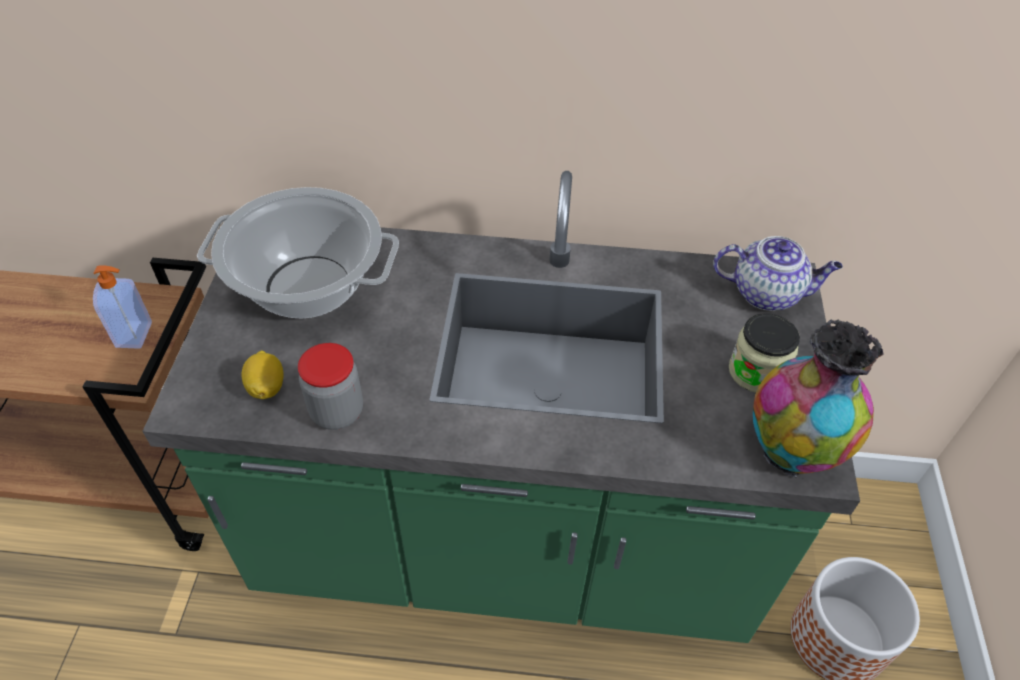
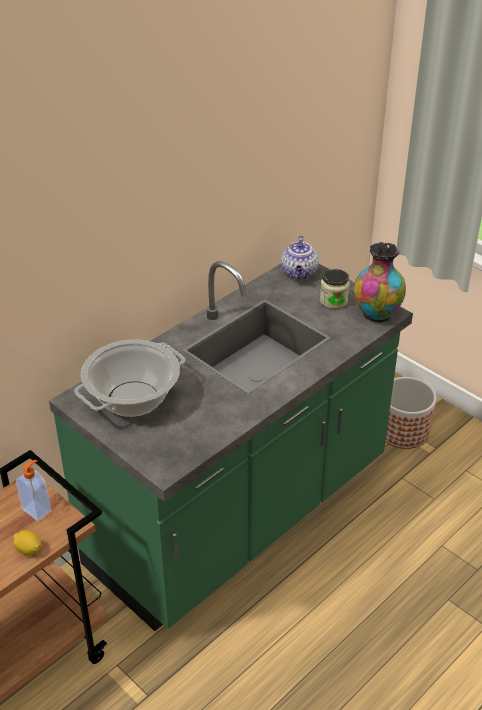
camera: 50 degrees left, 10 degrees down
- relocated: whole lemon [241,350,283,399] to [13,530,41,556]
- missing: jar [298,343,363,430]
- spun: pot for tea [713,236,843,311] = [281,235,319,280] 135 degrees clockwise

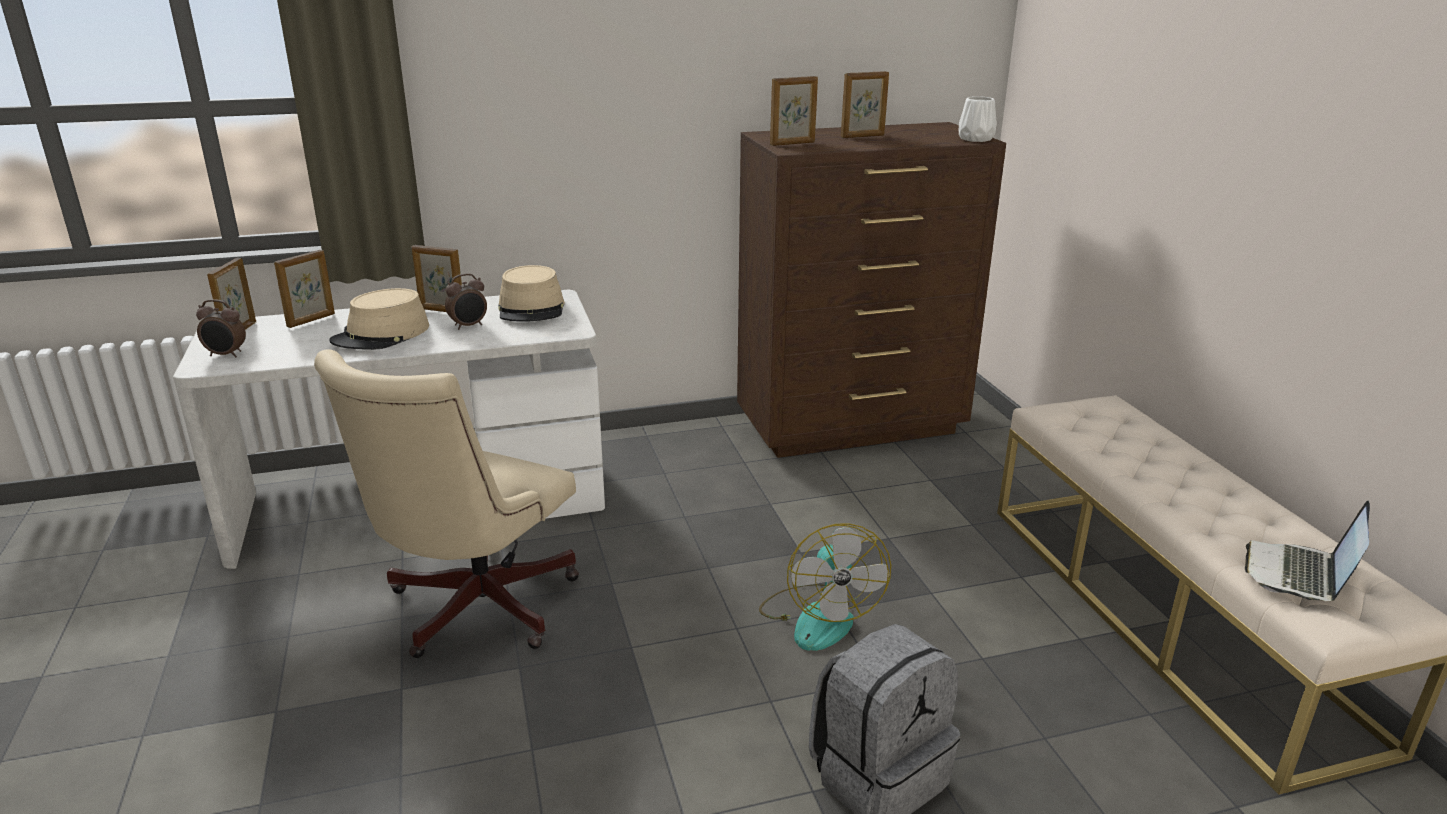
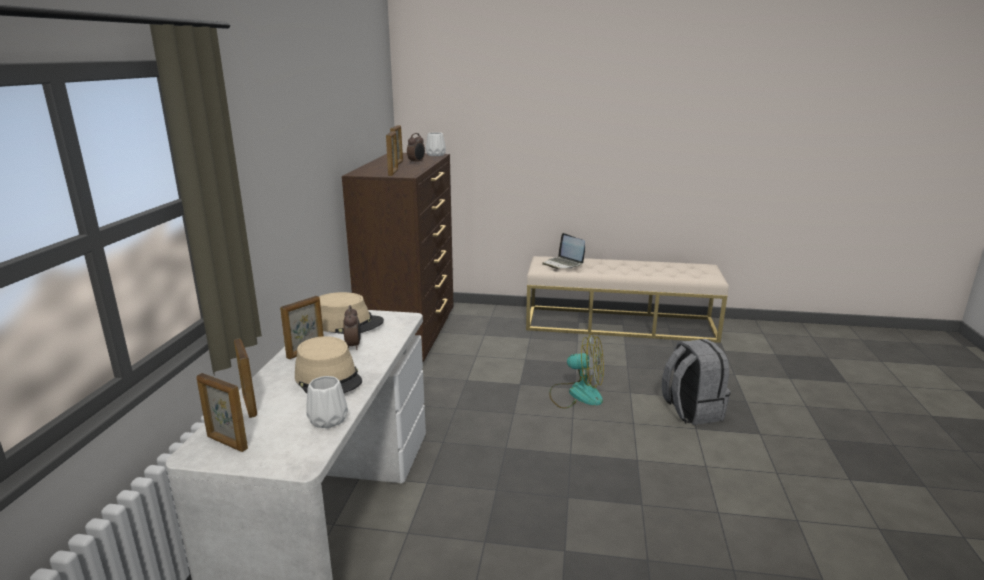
camera: 65 degrees left, 5 degrees down
- relocated: alarm clock [196,299,246,357] to [407,133,425,164]
- missing: sand-coloured office chair [314,349,579,658]
- relocated: notebook computer [1245,500,1370,601] to [542,233,585,269]
- appeared: white-coloured vase [306,376,348,428]

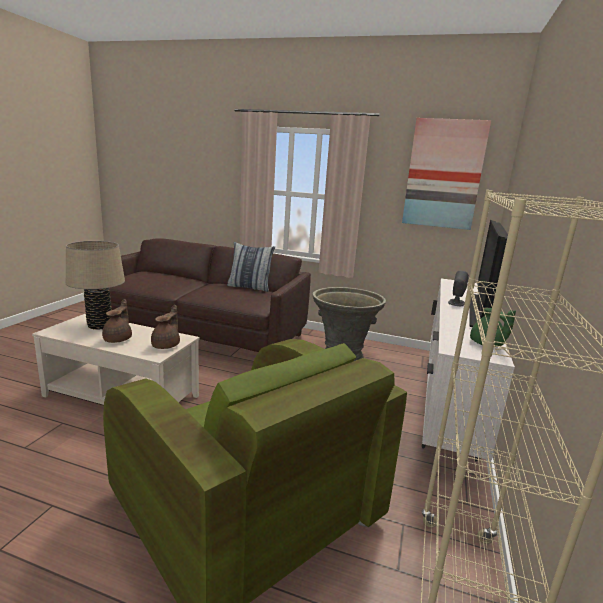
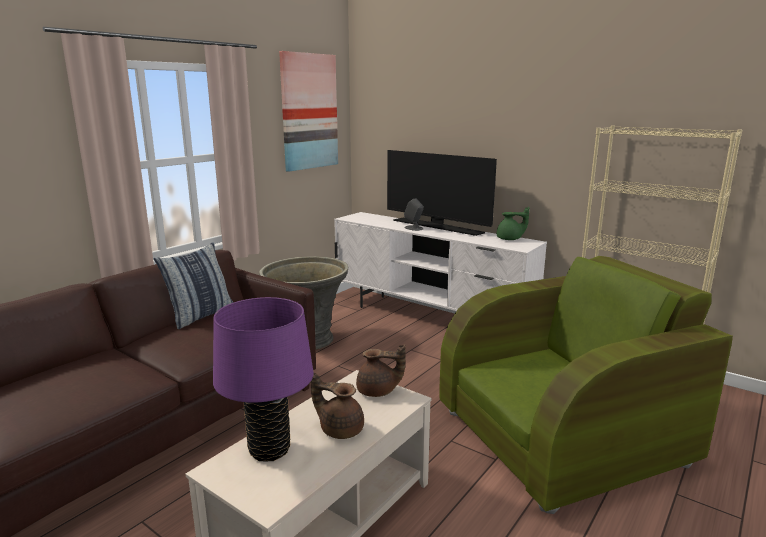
camera: 70 degrees left, 0 degrees up
- colour: sand-coloured lamp for a table [66,241,125,330] to purplish lamp for a table [213,297,314,462]
- spun: brownish pot for tea [151,305,180,349] = [356,344,406,397] 150 degrees clockwise

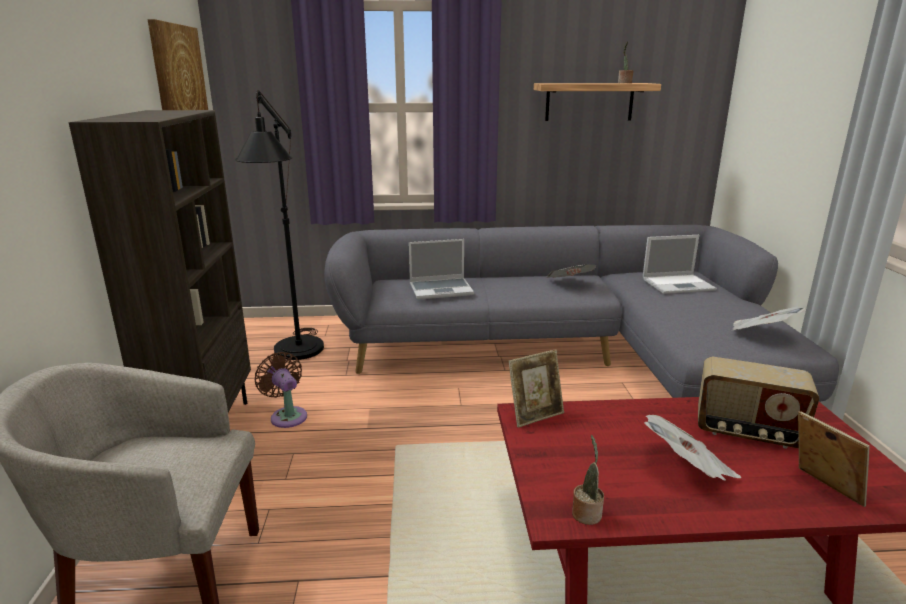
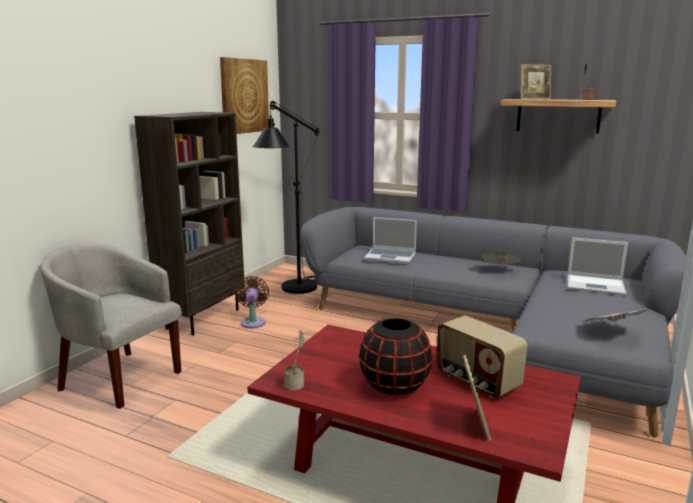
camera: 30 degrees right, 5 degrees down
- relocated: picture frame [508,349,564,428] to [521,64,551,99]
- exchanged: printed paper [644,415,741,481] to black vase [359,318,432,395]

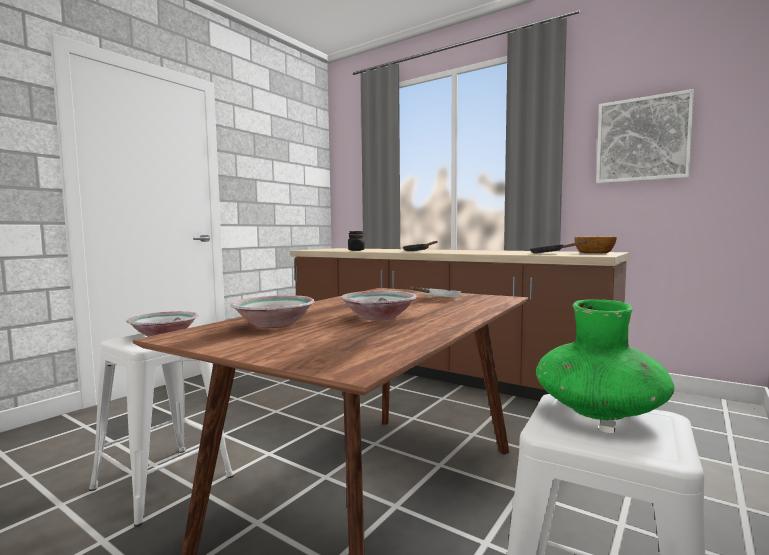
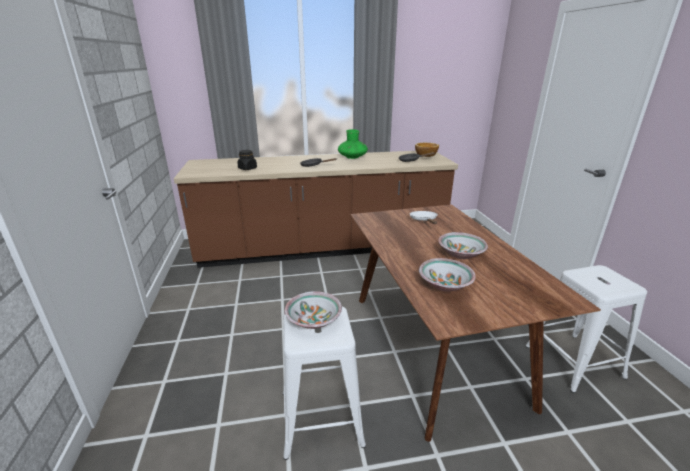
camera: 45 degrees left, 20 degrees up
- relocated: green-coloured vase [536,299,674,420] to [338,129,368,159]
- missing: wall art [596,89,694,184]

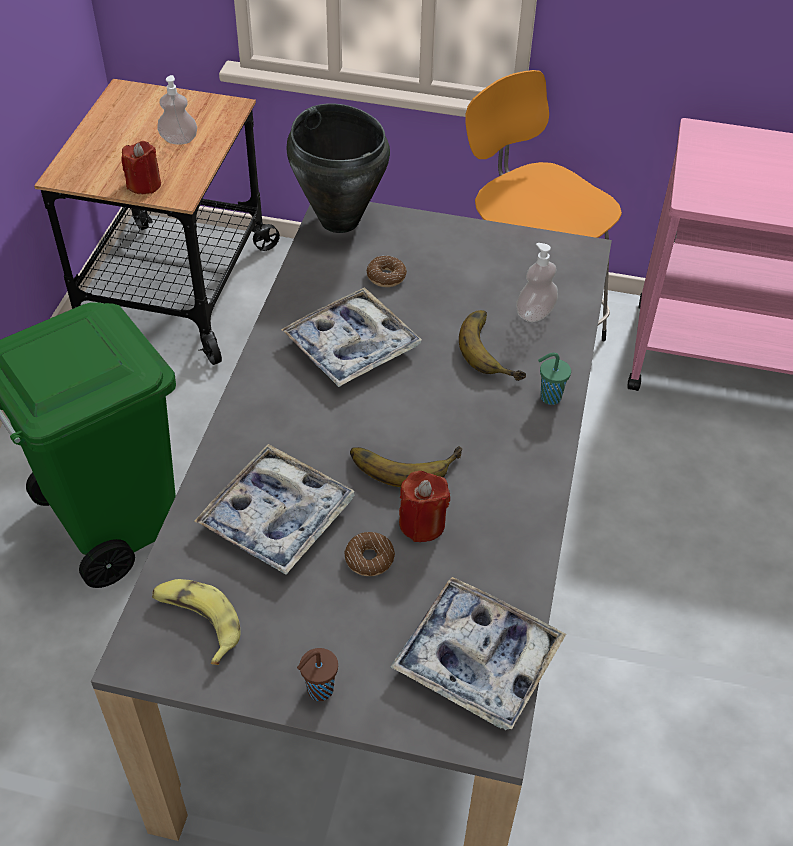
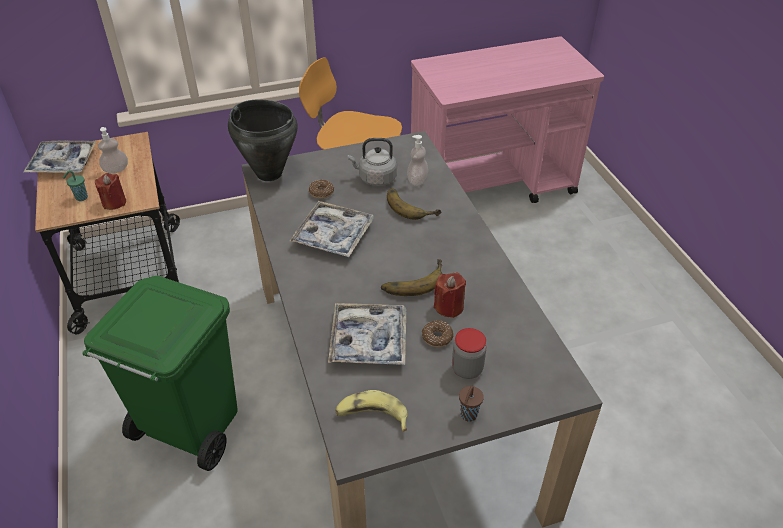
camera: 30 degrees left, 5 degrees down
- relocated: serving tray [391,577,566,730] to [23,141,97,173]
- relocated: green-coloured drinking cup [538,353,571,405] to [63,170,88,201]
- appeared: greyish tea kettle [348,138,397,186]
- appeared: jar [452,328,487,379]

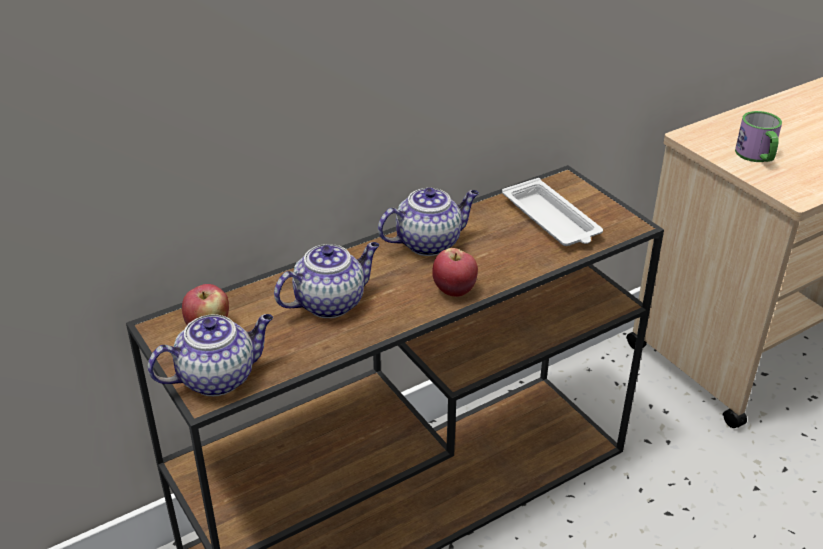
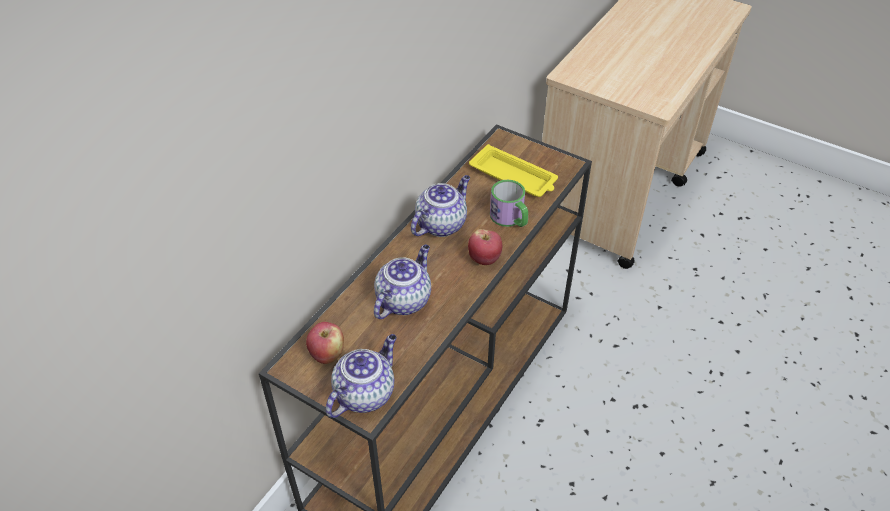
camera: 25 degrees left, 10 degrees up
- colour: white-coloured serving tray [502,178,603,246] to yellow serving tray [469,144,558,197]
- relocated: tea mug [735,111,782,162] to [490,180,528,227]

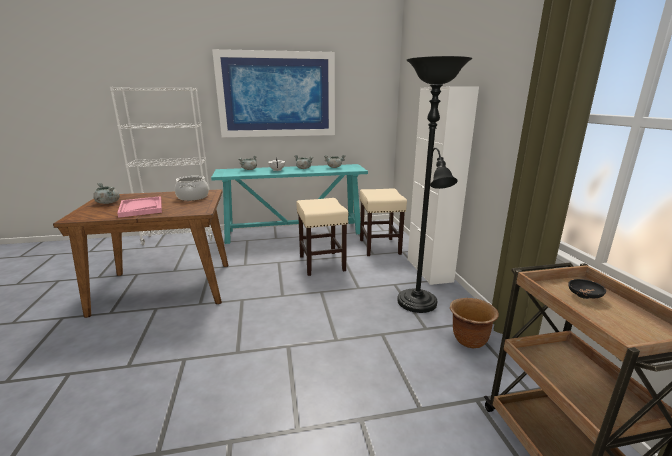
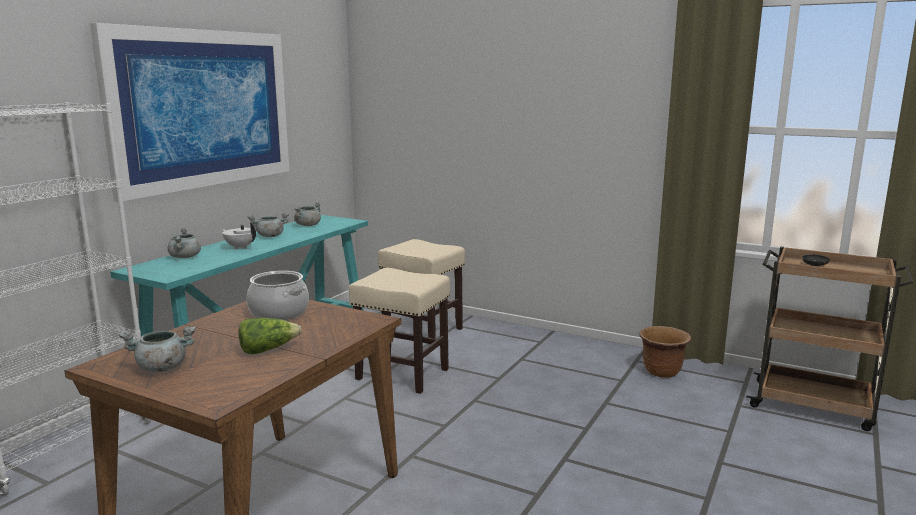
camera: 50 degrees left, 5 degrees down
- exchanged: pinkish serving tray [117,196,162,218] to head of lettuce [238,318,302,354]
- missing: black standard lamp [397,56,472,313]
- missing: white-coloured cabinet [408,86,479,285]

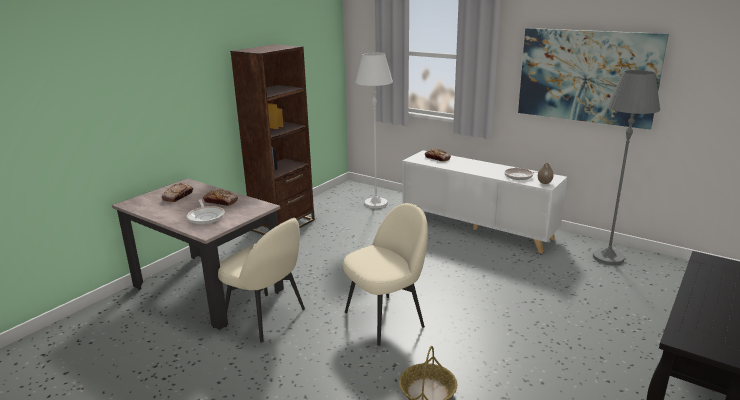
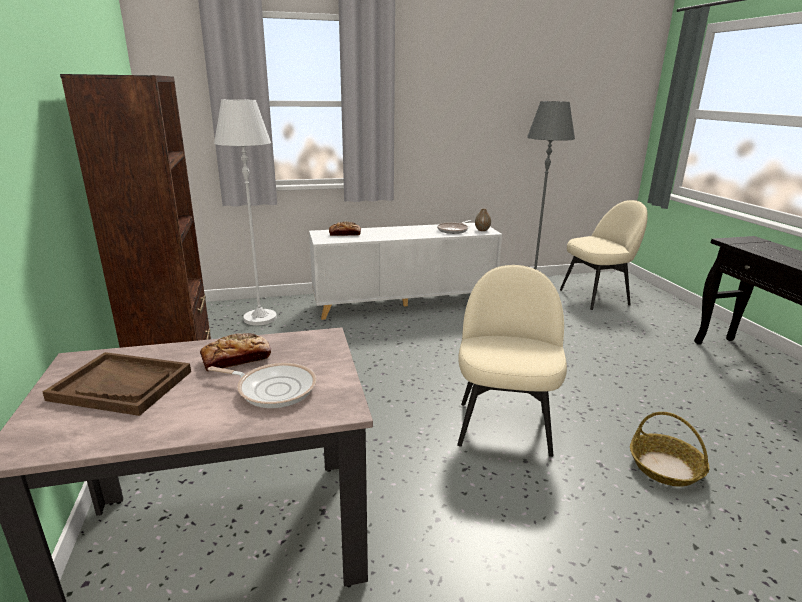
camera: 50 degrees left, 0 degrees up
- exchanged: bread [161,183,193,202] to brownish serving tray [43,352,191,416]
- relocated: sand-coloured plain chair [218,218,305,343] to [560,200,648,310]
- missing: wall art [518,28,669,130]

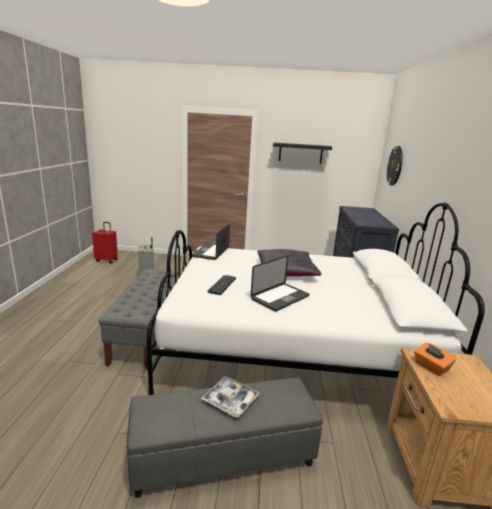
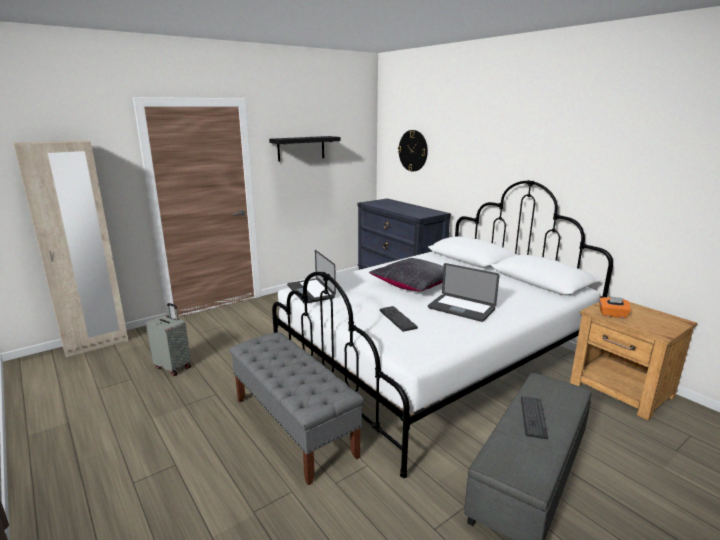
camera: 40 degrees left, 0 degrees up
- missing: red travel case [92,222,118,263]
- exchanged: serving tray [201,376,260,418] to keyboard [521,396,548,439]
- spun: notebook computer [250,255,309,312] = [428,263,500,322] 120 degrees clockwise
- appeared: sand-coloured armoire [13,140,128,357]

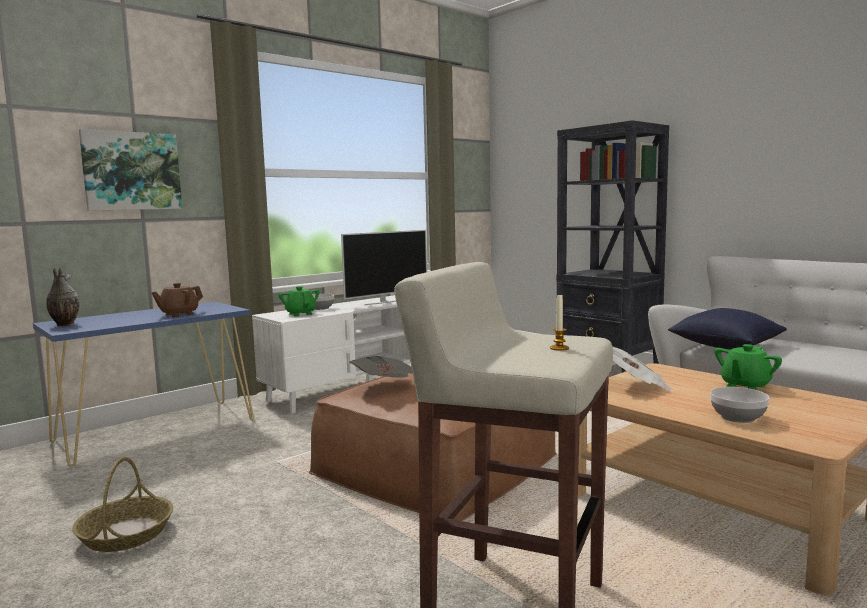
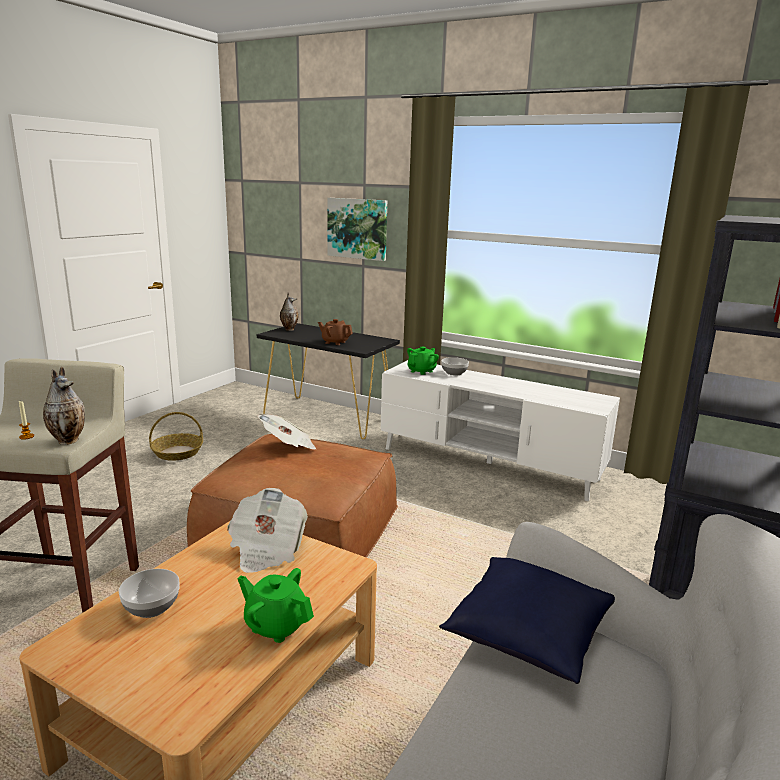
camera: 70 degrees right, 10 degrees up
- colour: blue-coloured hall table [33,302,254,466] to black hall table [257,323,400,439]
- missing: television [341,230,427,305]
- appeared: vase [43,367,85,445]

